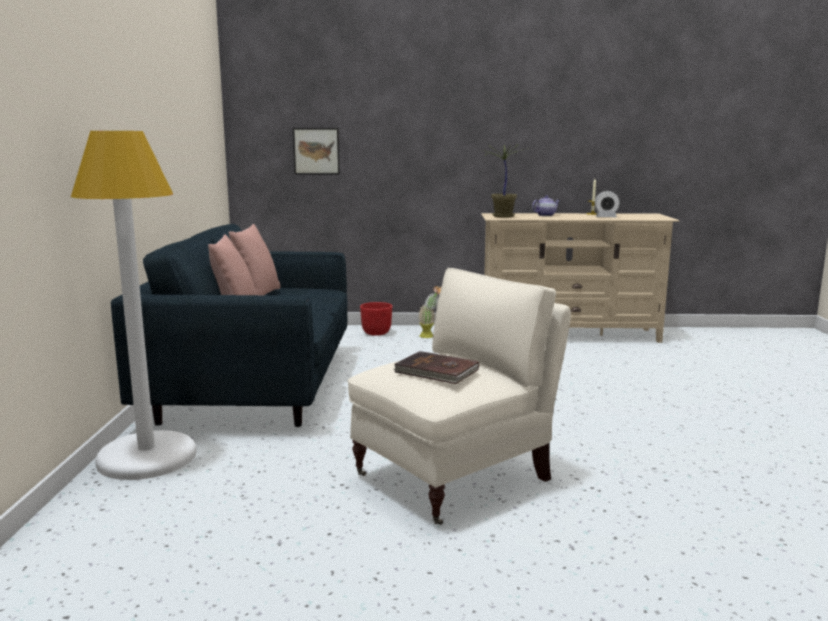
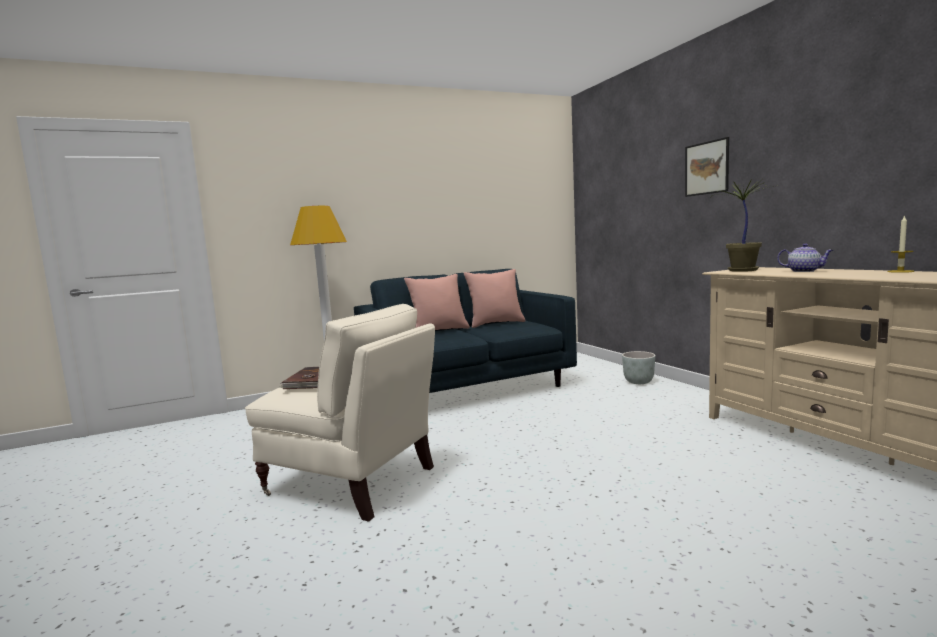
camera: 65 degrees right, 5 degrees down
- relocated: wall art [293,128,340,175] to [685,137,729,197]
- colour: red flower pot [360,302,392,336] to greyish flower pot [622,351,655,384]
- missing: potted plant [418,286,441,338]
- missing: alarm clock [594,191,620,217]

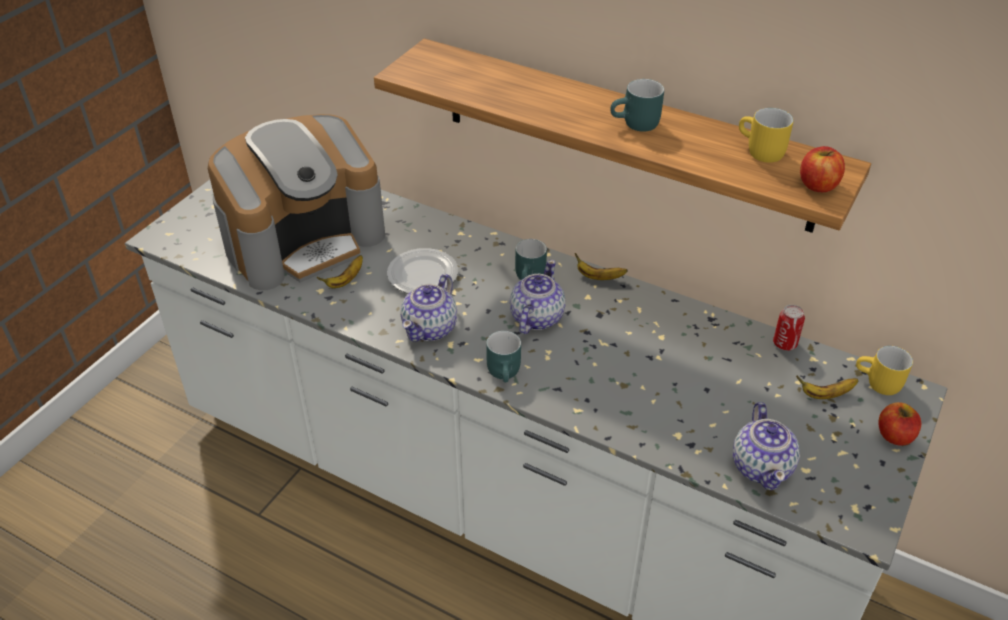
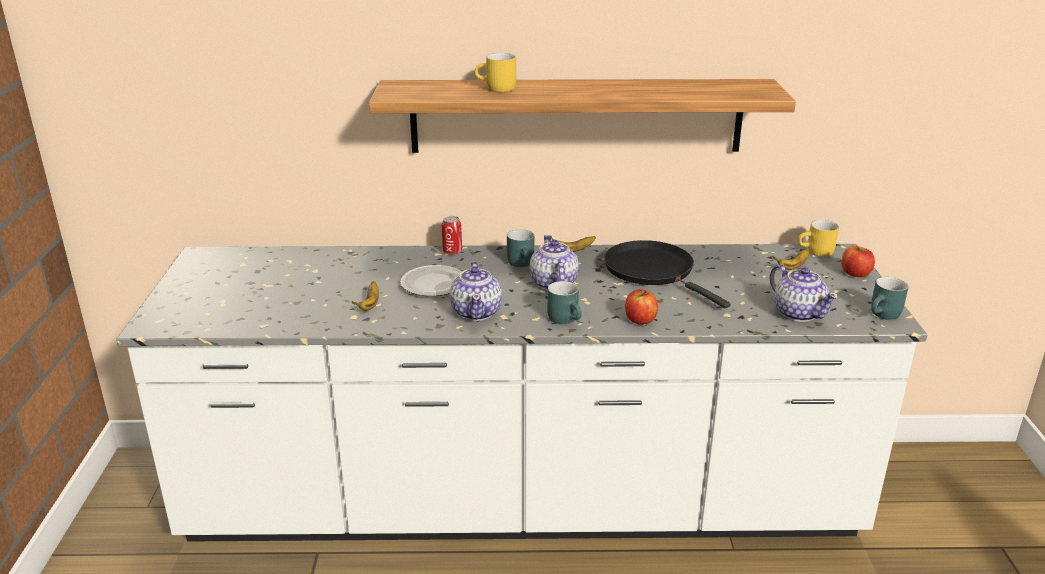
camera: 30 degrees left, 15 degrees down
- missing: coffee brewer [208,114,385,290]
- relocated: turquoise tea mug [610,79,664,132] to [871,277,908,319]
- relocated: yellow tea mug [739,108,794,163] to [475,53,516,92]
- relocated: can [773,305,805,350] to [442,216,462,255]
- relocated: whole apple [800,146,845,192] to [625,289,658,325]
- appeared: black frying pan [604,240,731,309]

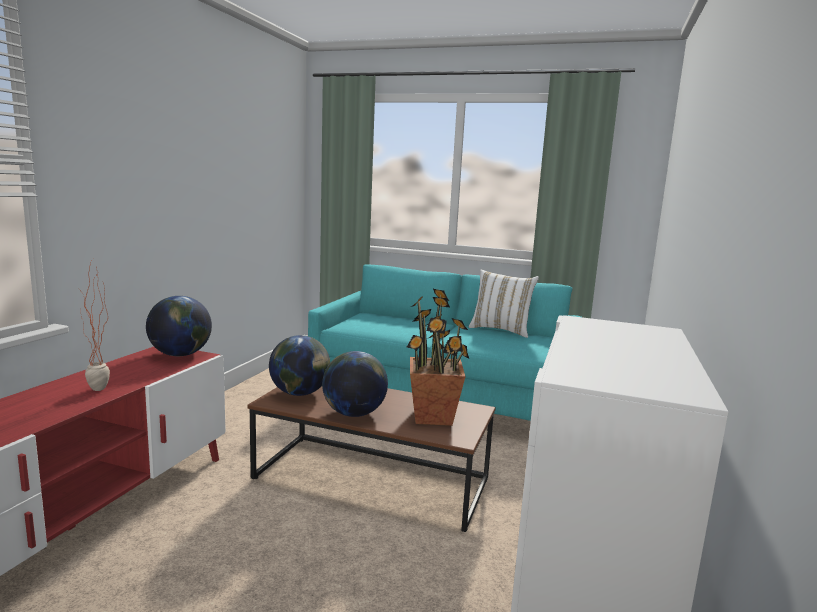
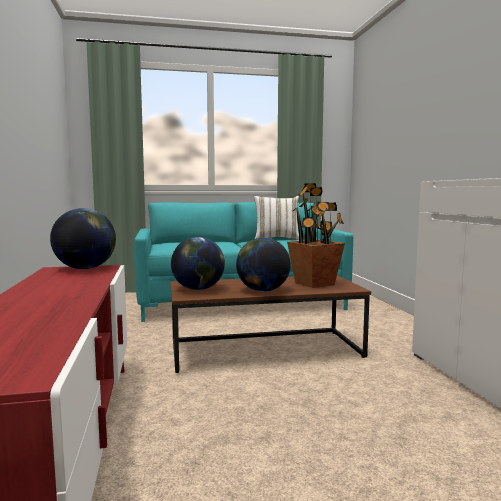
camera: 30 degrees left, 5 degrees down
- missing: potted plant [81,259,110,391]

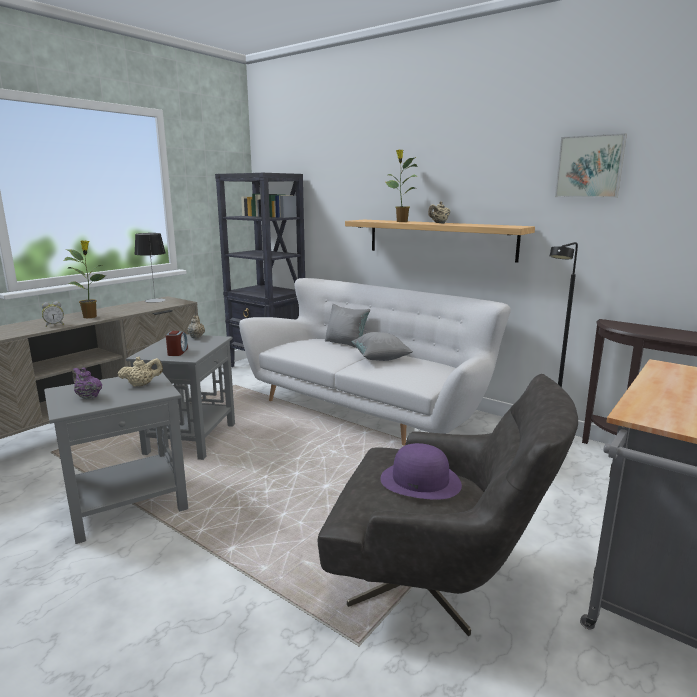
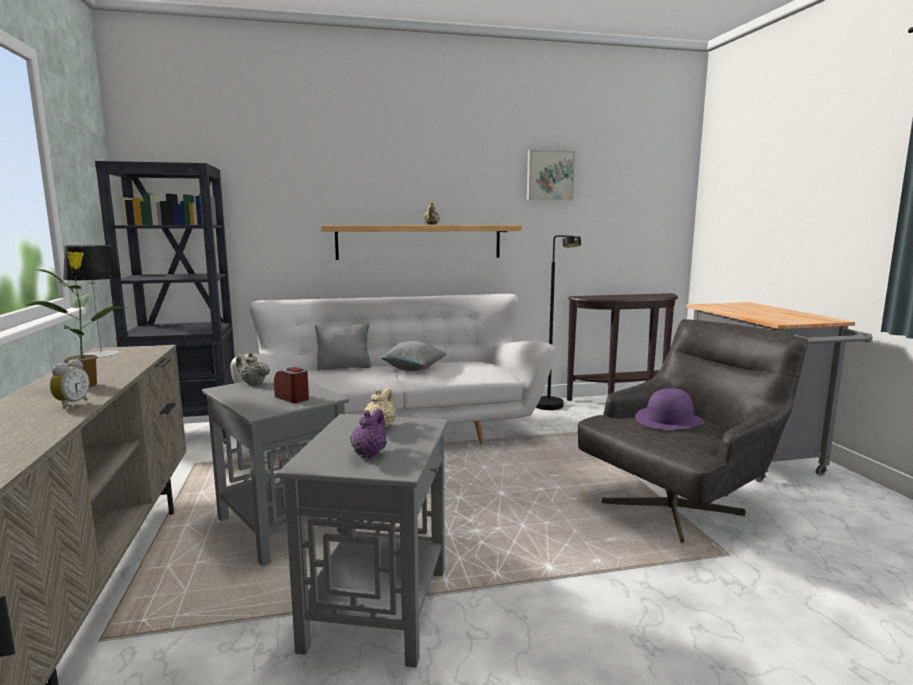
camera: 50 degrees left, 5 degrees down
- spun: purplish pot for tea [72,367,102,399] = [351,409,387,459] 120 degrees clockwise
- missing: potted plant [386,149,418,222]

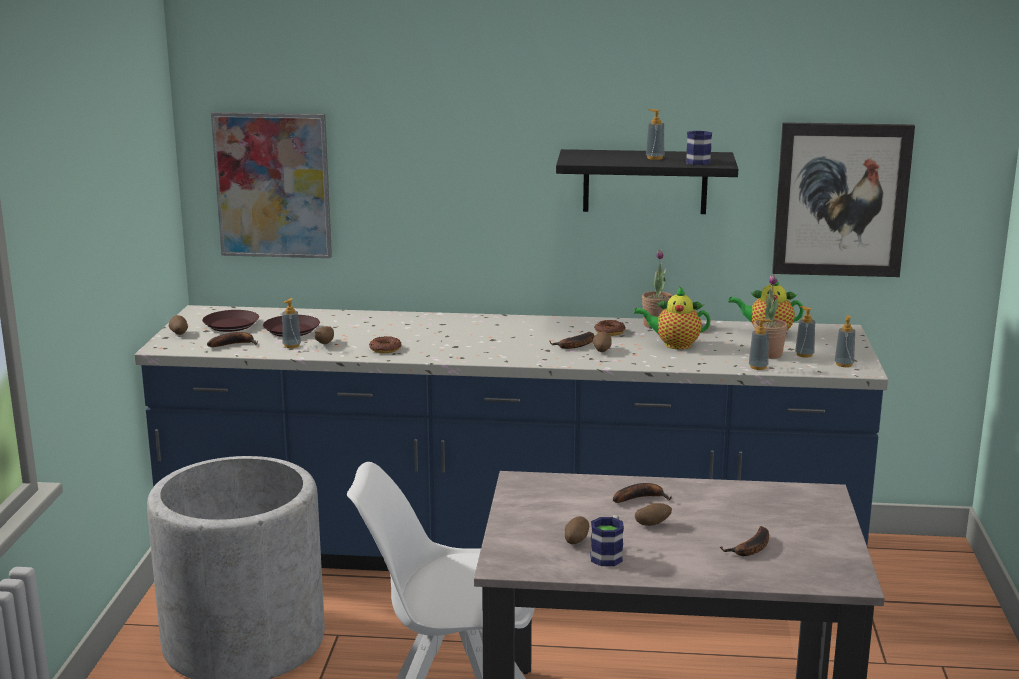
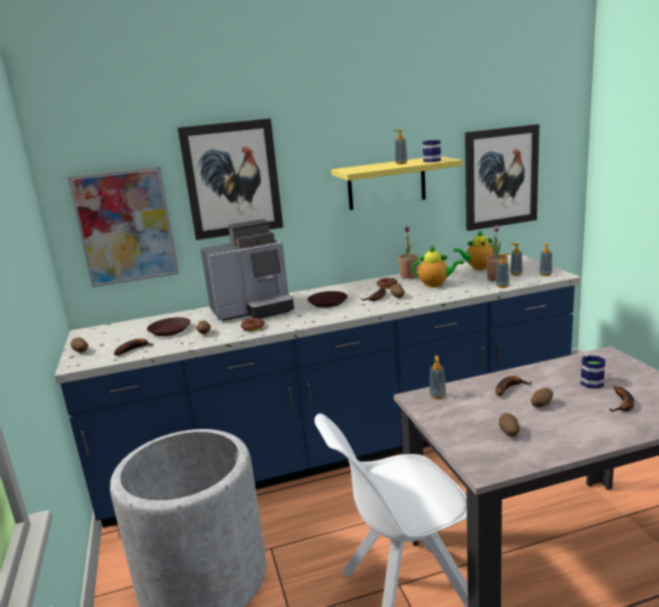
camera: 20 degrees left, 0 degrees up
- relocated: brownish flat dish [202,310,259,332] to [307,291,348,308]
- relocated: liquid soap bottle [282,298,301,348] to [430,356,446,399]
- colour: black shelf [556,149,738,214] to yellow shelf [331,157,462,210]
- relocated: tea mug [590,515,624,566] to [581,354,606,389]
- spun: pot for tea [634,286,711,349] = [412,245,464,287] 150 degrees counterclockwise
- appeared: wall art [178,118,283,240]
- appeared: coffee brewer [200,219,294,321]

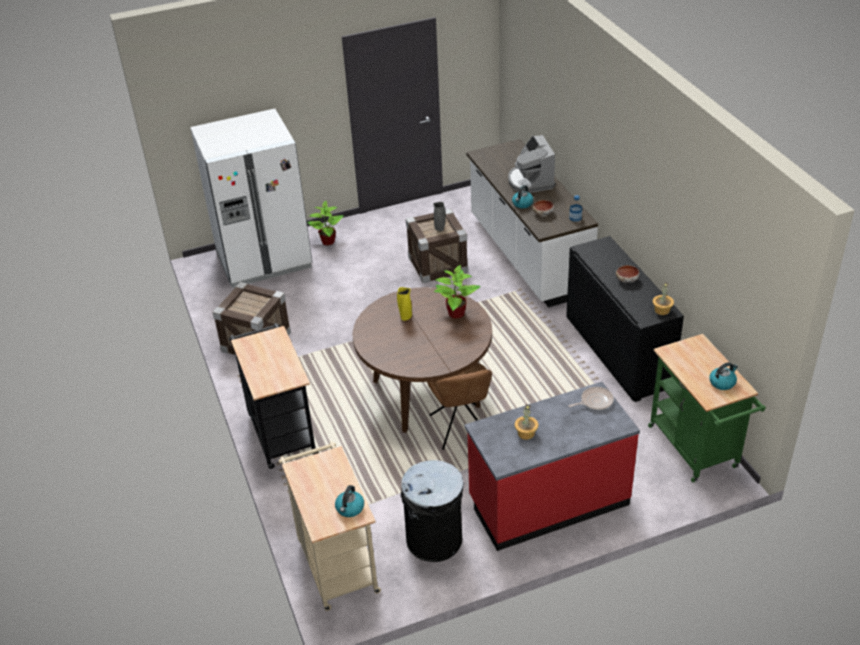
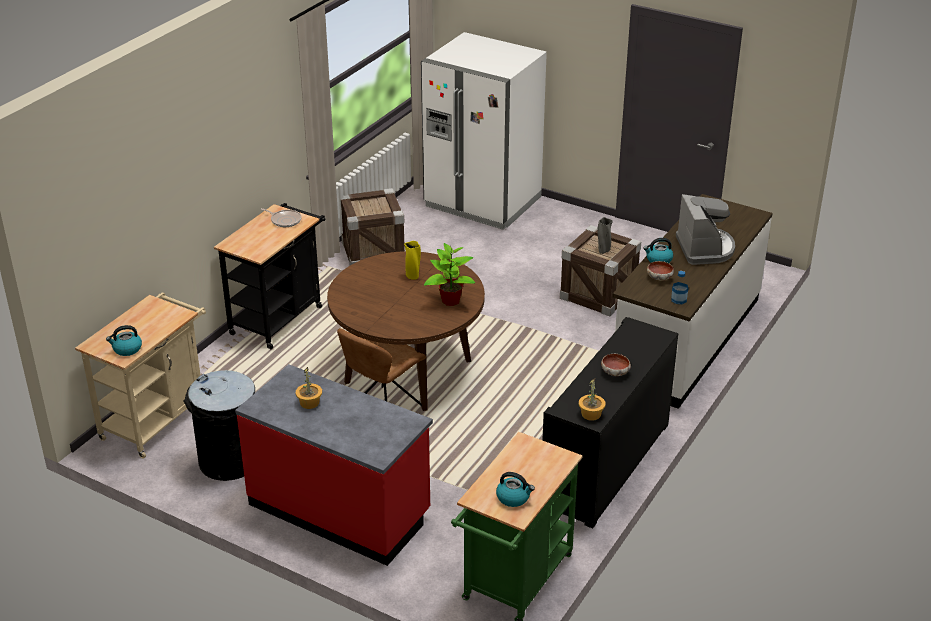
camera: 50 degrees right, 5 degrees down
- missing: potted plant [307,201,344,246]
- spun: coffee brewer [508,135,556,193] = [676,194,735,265] 135 degrees clockwise
- relocated: frying pan [569,387,614,410] to [261,208,302,227]

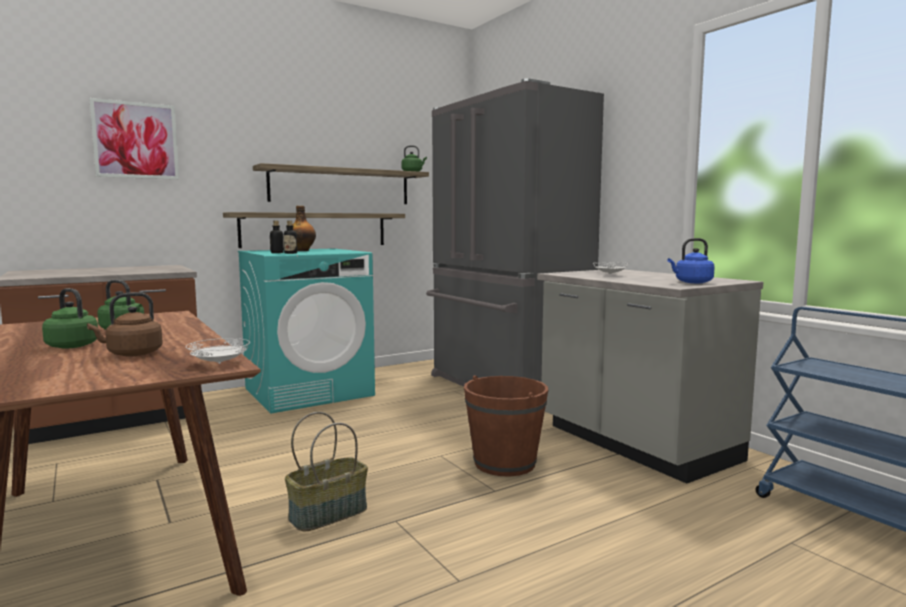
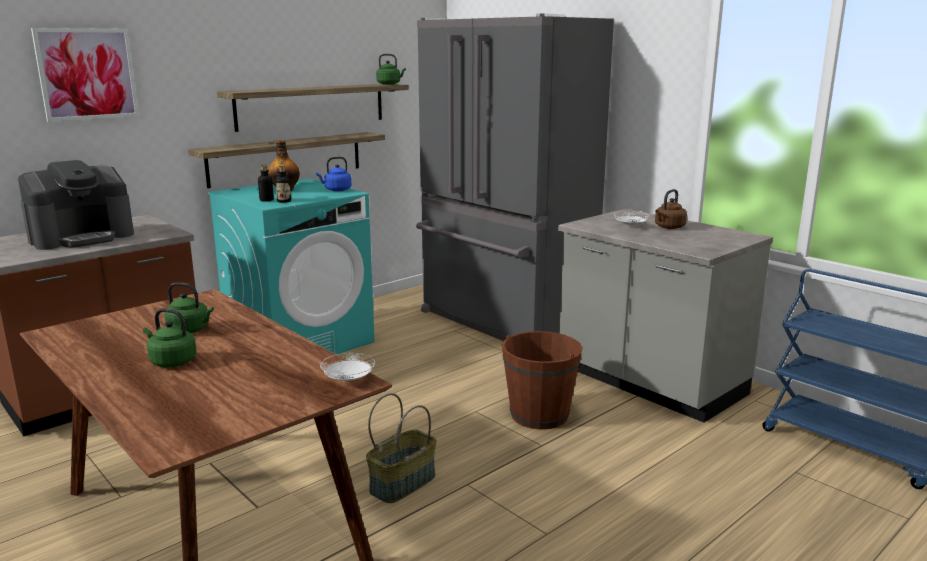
camera: 10 degrees left, 10 degrees up
- relocated: brownish tea kettle [87,292,163,357] to [655,189,687,229]
- relocated: blue-coloured tea kettle [668,238,715,283] to [316,157,352,191]
- appeared: coffee brewer [18,160,134,250]

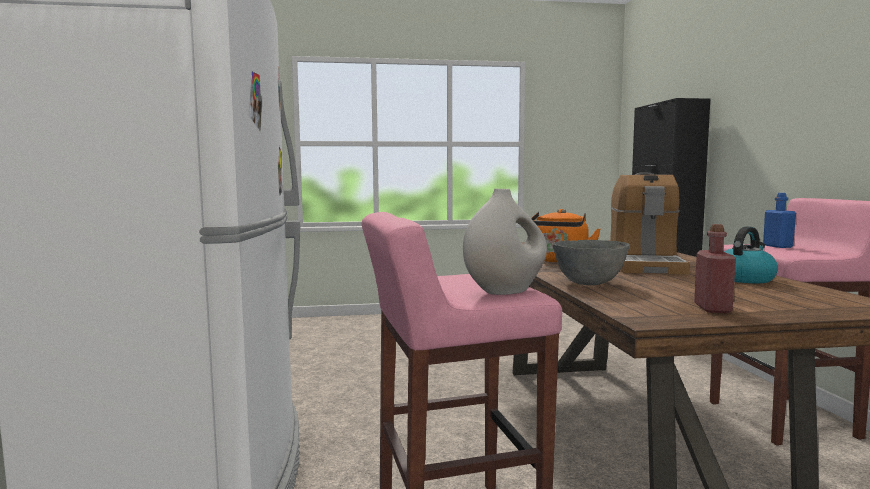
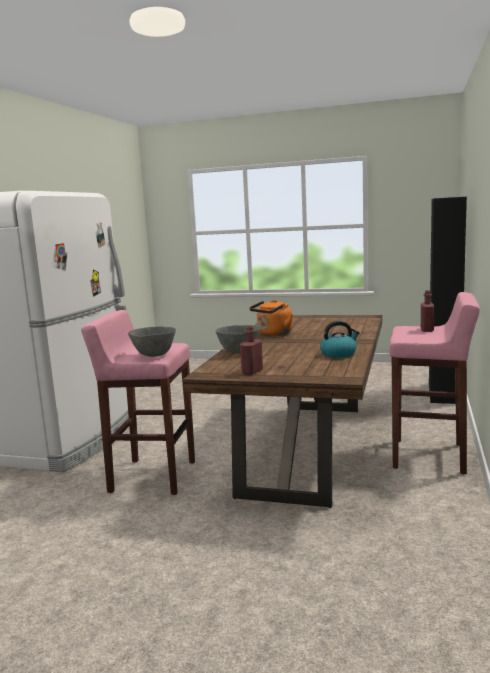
camera: 25 degrees right, 5 degrees up
- exchanged: white-coloured vase [463,188,547,295] to greyish bowl [128,326,176,357]
- missing: coffee brewer [610,172,689,275]
- colour: blue-coloured drink bottle [763,193,796,248] to red drink bottle [421,290,434,332]

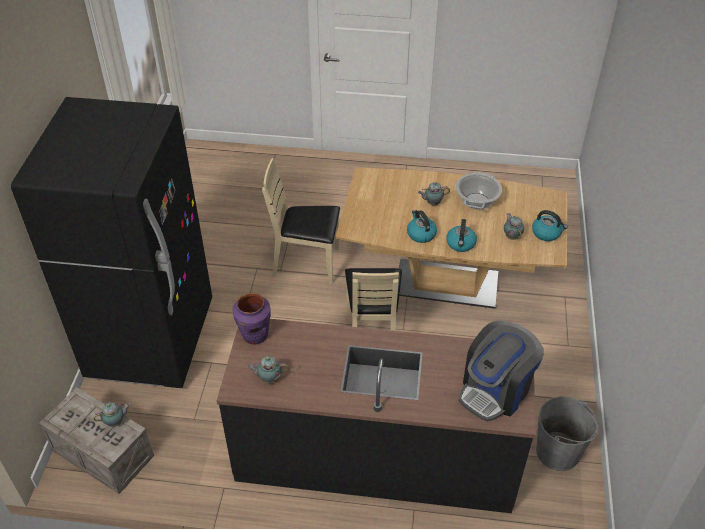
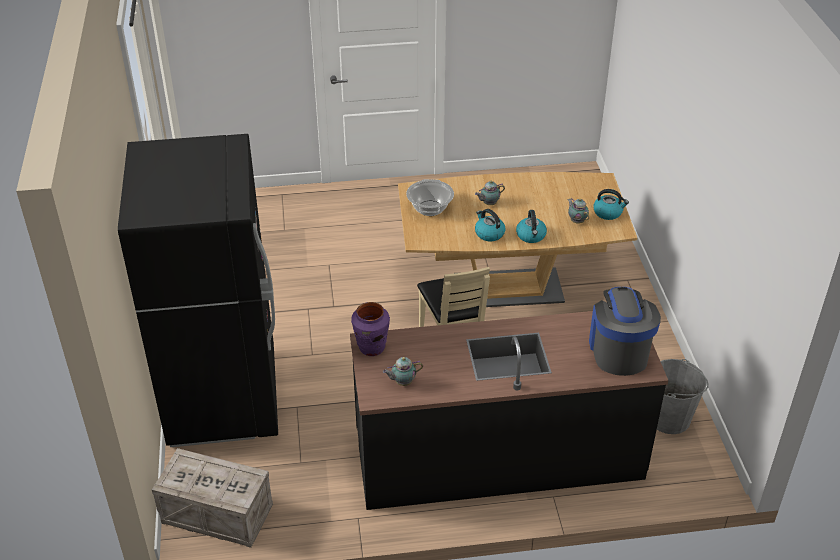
camera: 15 degrees left, 5 degrees down
- missing: pot for tea [93,402,131,427]
- missing: sand-coloured plain chair [262,158,340,284]
- relocated: cooking pot [455,172,502,210] to [406,179,454,216]
- spun: coffee brewer [458,321,544,422] = [589,287,661,376] 150 degrees clockwise

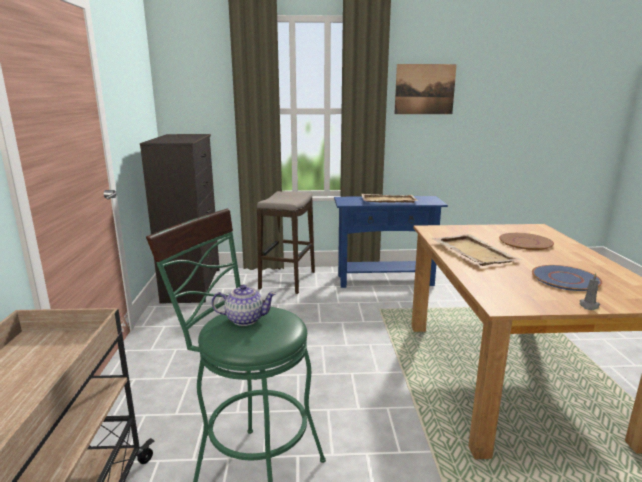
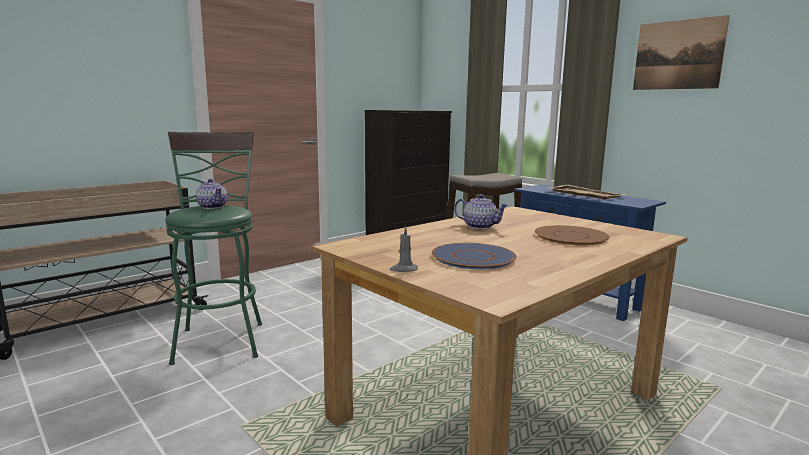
camera: 50 degrees right, 5 degrees down
- exchanged: sand-coloured serving tray [431,234,522,266] to pot for tea [454,194,508,229]

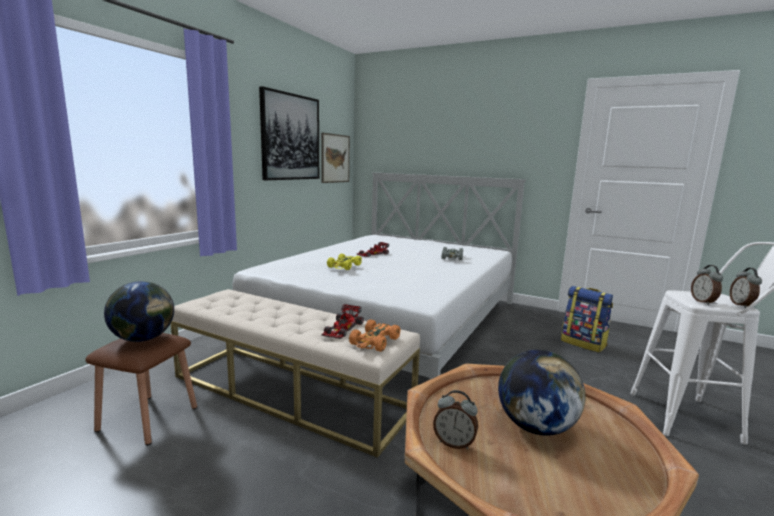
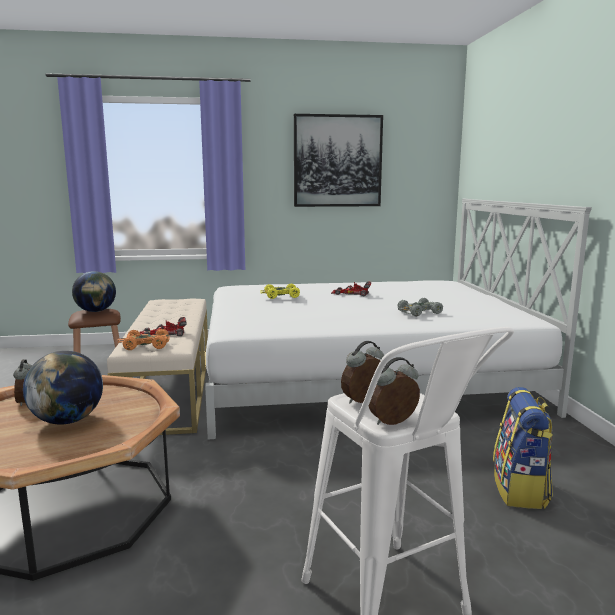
camera: 55 degrees right, 0 degrees up
- missing: wall art [321,133,350,183]

